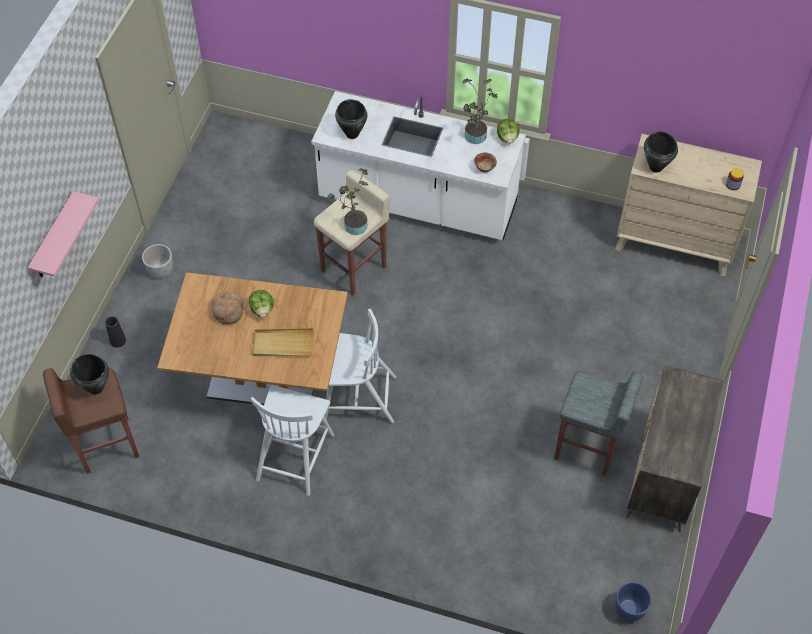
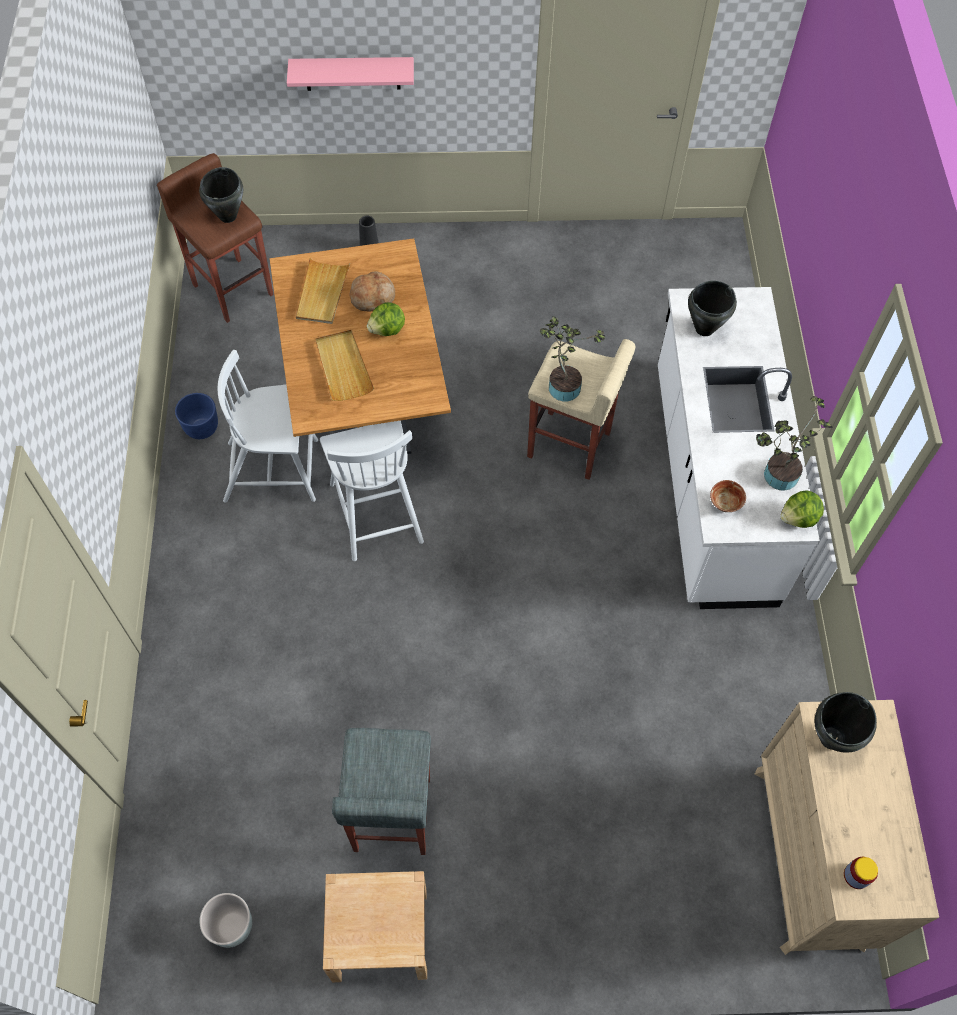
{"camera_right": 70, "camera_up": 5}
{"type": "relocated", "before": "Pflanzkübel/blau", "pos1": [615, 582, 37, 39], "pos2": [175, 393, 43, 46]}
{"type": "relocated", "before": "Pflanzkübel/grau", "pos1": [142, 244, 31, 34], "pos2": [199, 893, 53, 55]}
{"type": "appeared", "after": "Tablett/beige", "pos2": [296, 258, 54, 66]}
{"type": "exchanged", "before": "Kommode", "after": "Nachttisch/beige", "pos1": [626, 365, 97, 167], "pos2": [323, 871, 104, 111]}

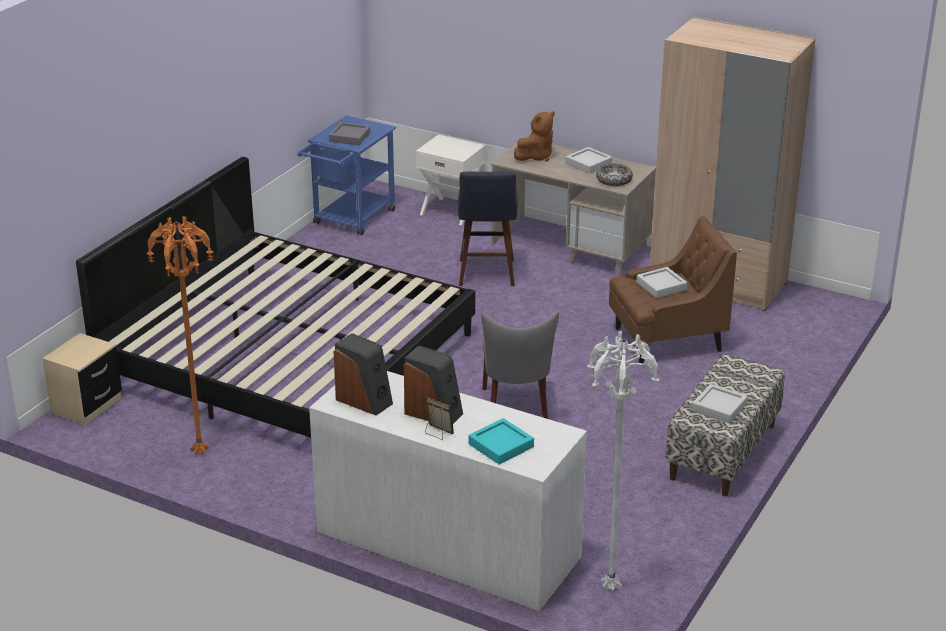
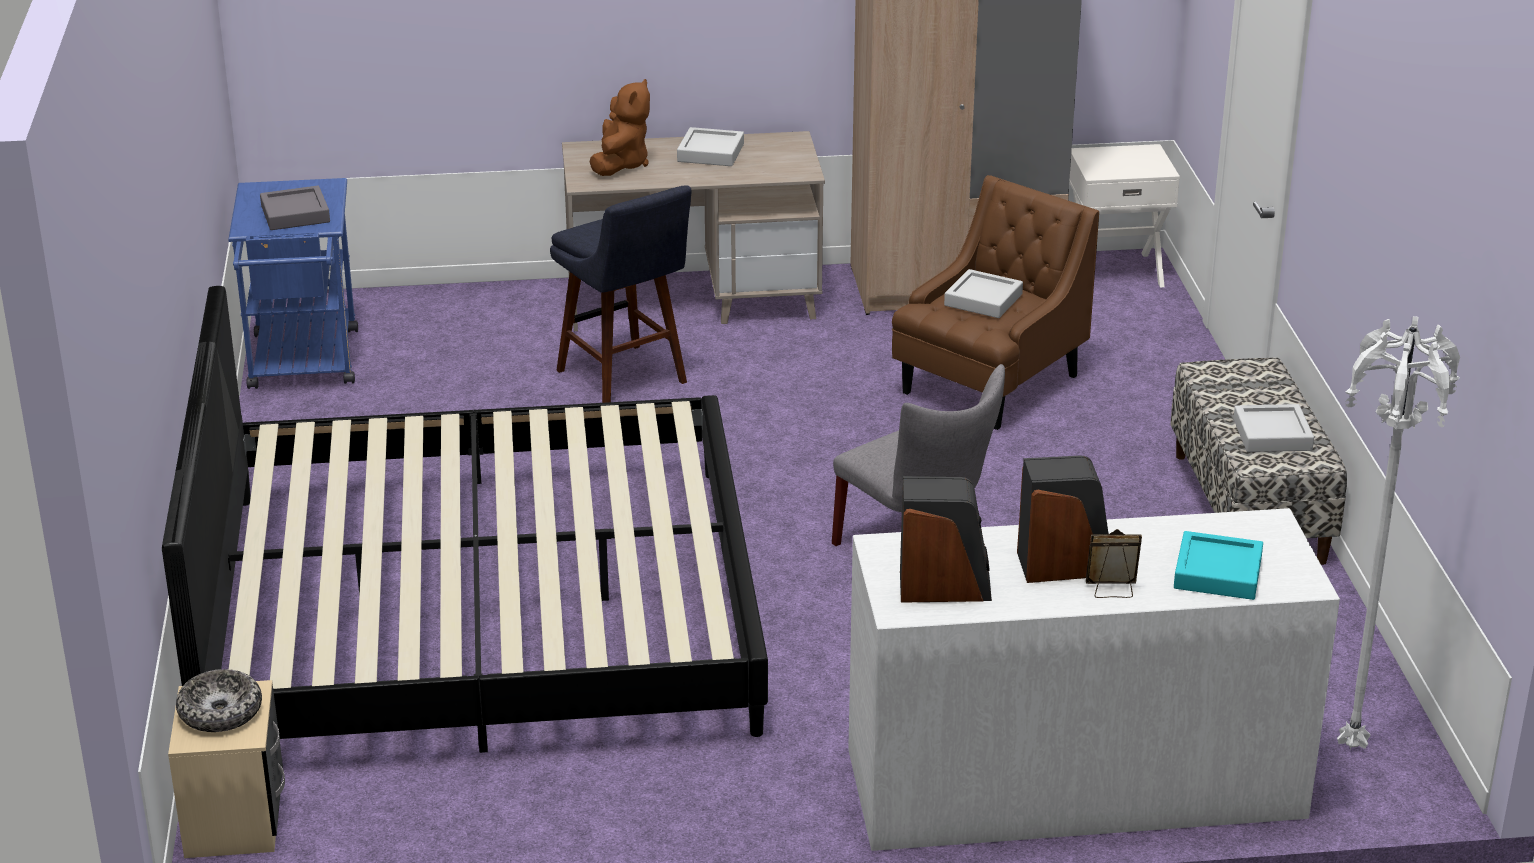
{"camera_right": -35, "camera_up": 0}
{"type": "relocated", "before": "Schüssel", "pos1": [596, 163, 37, 23], "pos2": [176, 669, 86, 63]}
{"type": "relocated", "before": "Nachttisch/weiß", "pos1": [416, 134, 70, 91], "pos2": [1069, 144, 111, 143]}
{"type": "missing", "before": "Stehlampe/orange", "pos1": [146, 216, 68, 239]}

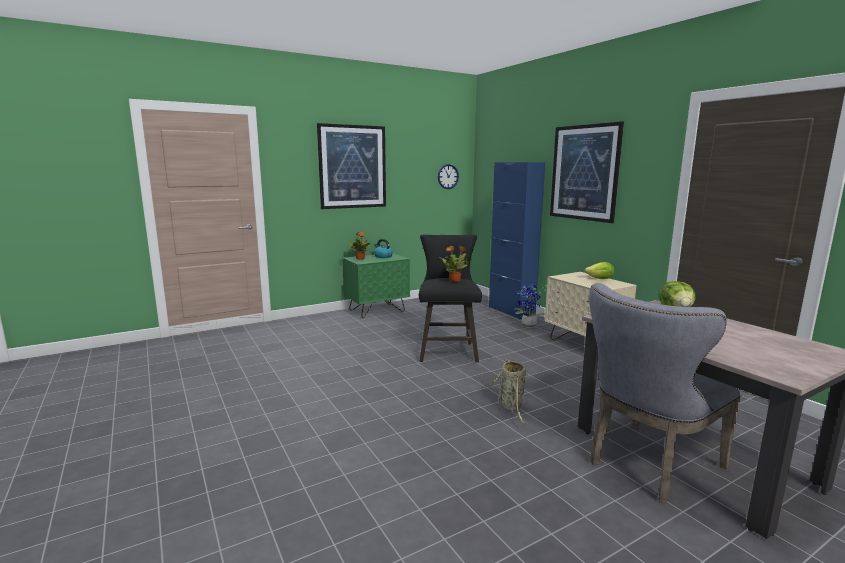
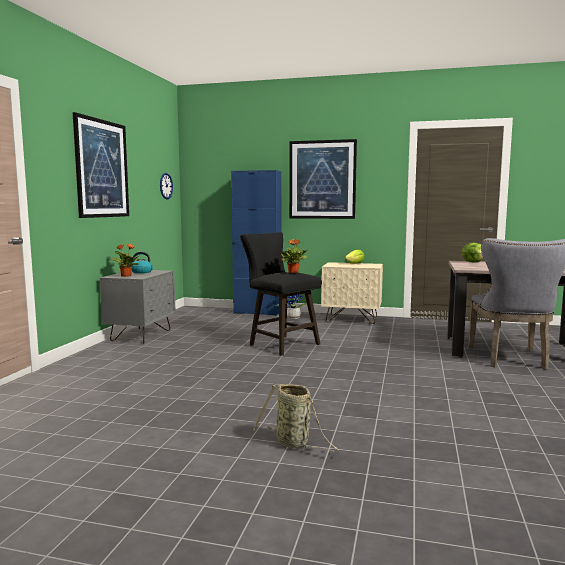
{"camera_right": -45, "camera_up": -5}
{"type": "colour", "before": "Nachttisch/grün", "after": "Nachttisch/grau", "pos1": [342, 253, 68, 65], "pos2": [100, 270, 76, 73]}
{"type": "relocated", "before": "Korb", "pos1": [488, 359, 38, 65], "pos2": [253, 384, 87, 68]}

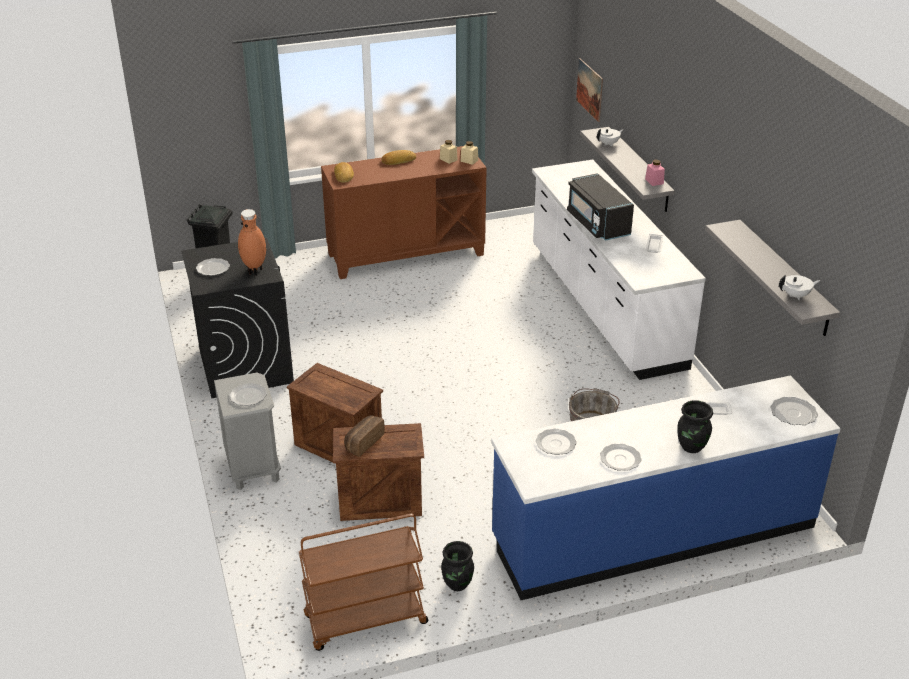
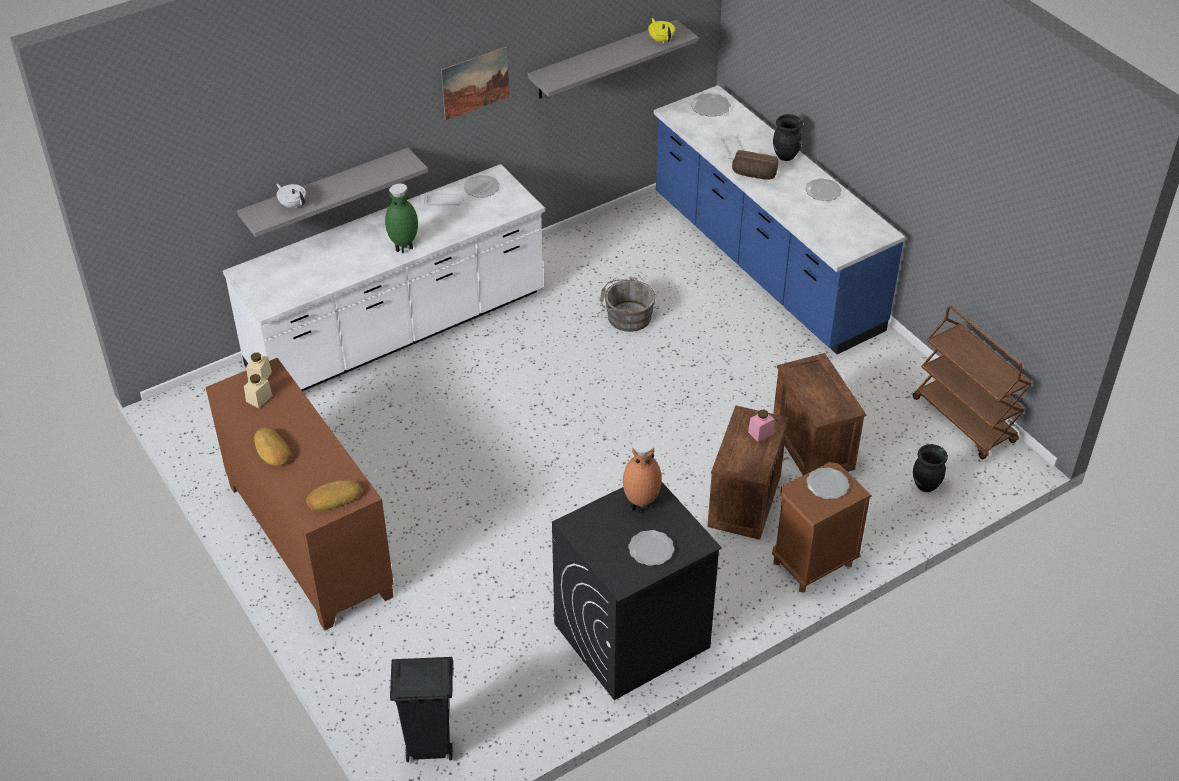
{"camera_right": -105, "camera_up": 10}
{"type": "exchanged", "before": "Mikrowelle/schwarz", "after": "Vase/grün", "pos1": [567, 173, 67, 68], "pos2": [385, 184, 33, 69]}
{"type": "relocated", "before": "Bild", "pos1": [576, 58, 27, 64], "pos2": [441, 46, 68, 74]}
{"type": "relocated", "before": "Teller", "pos1": [536, 429, 41, 26], "pos2": [464, 175, 36, 22]}
{"type": "colour", "before": "Teekanne/weiß", "after": "Teekanne/gelb", "pos1": [779, 275, 41, 25], "pos2": [648, 18, 27, 25]}
{"type": "relocated", "before": "Brot", "pos1": [344, 415, 41, 42], "pos2": [732, 150, 46, 30]}
{"type": "relocated", "before": "Vorratsglas/rosa", "pos1": [645, 160, 20, 26], "pos2": [748, 409, 27, 33]}
{"type": "colour", "before": "Nachttisch/grau", "after": "Nachttisch/braun", "pos1": [214, 373, 67, 117], "pos2": [772, 462, 100, 131]}
{"type": "relocated", "before": "Vase/schwarz", "pos1": [441, 541, 33, 50], "pos2": [913, 444, 35, 48]}

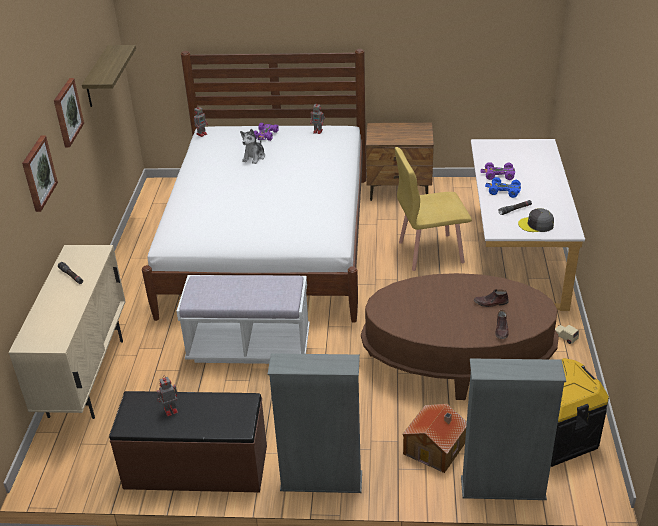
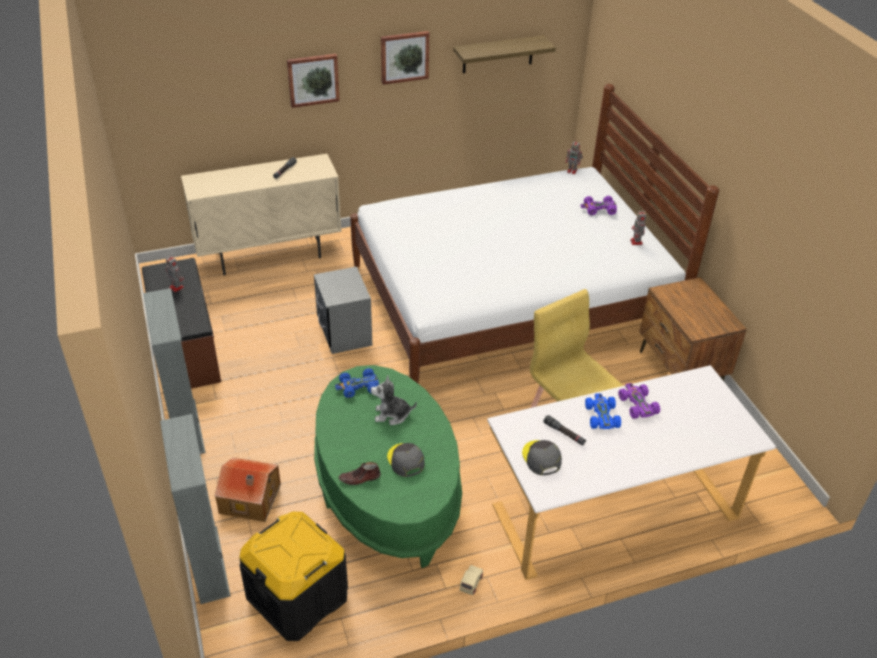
{"camera_right": 65, "camera_up": 5}
{"type": "exchanged", "before": "Bank/weiß", "after": "Nachttisch/grau", "pos1": [176, 275, 134, 89], "pos2": [314, 267, 58, 87]}
{"type": "colour", "before": "Couchtisch/braun", "after": "Couchtisch/grün", "pos1": [361, 273, 198, 127], "pos2": [314, 365, 148, 203]}
{"type": "appeared", "after": "Spielzeugauto/blau", "pos2": [335, 368, 44, 30]}
{"type": "relocated", "before": "Plüschtier", "pos1": [240, 129, 25, 35], "pos2": [371, 375, 46, 50]}
{"type": "exchanged", "before": "Schuh/braun", "after": "Kappe/grau", "pos1": [474, 289, 35, 18], "pos2": [387, 443, 38, 34]}

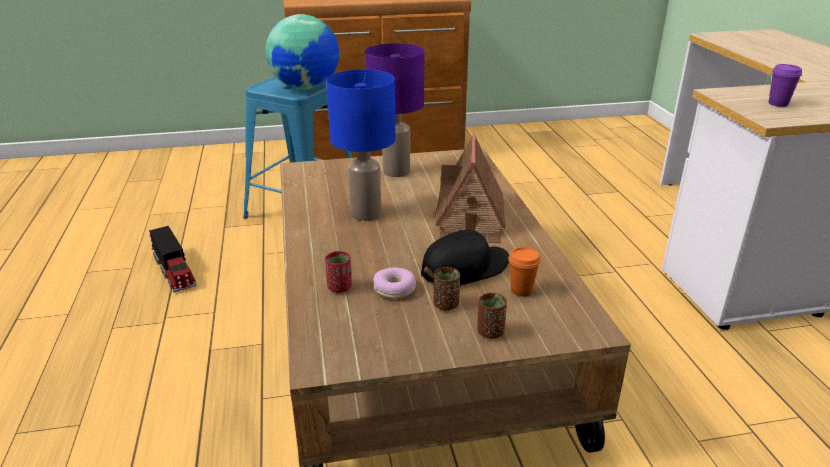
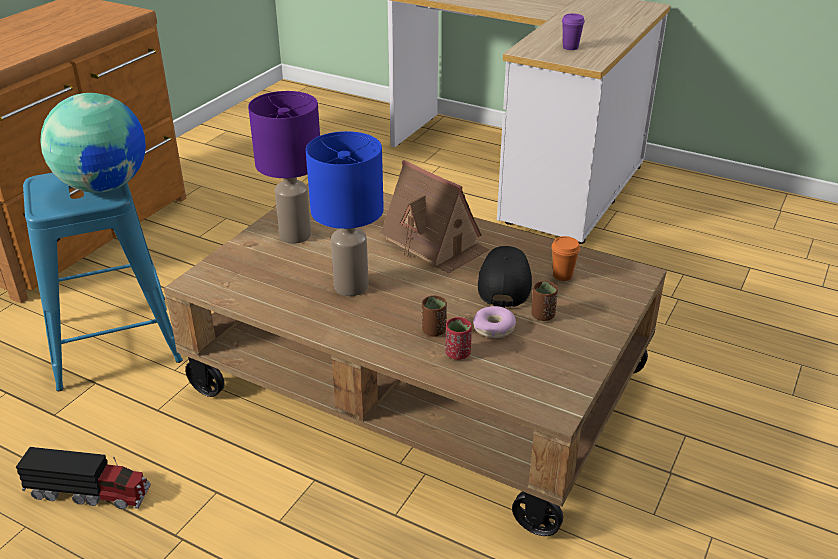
{"camera_right": -50, "camera_up": 5}
{"type": "relocated", "before": "Tasse/braun", "pos1": [477, 293, 30, 46], "pos2": [422, 295, 25, 41]}

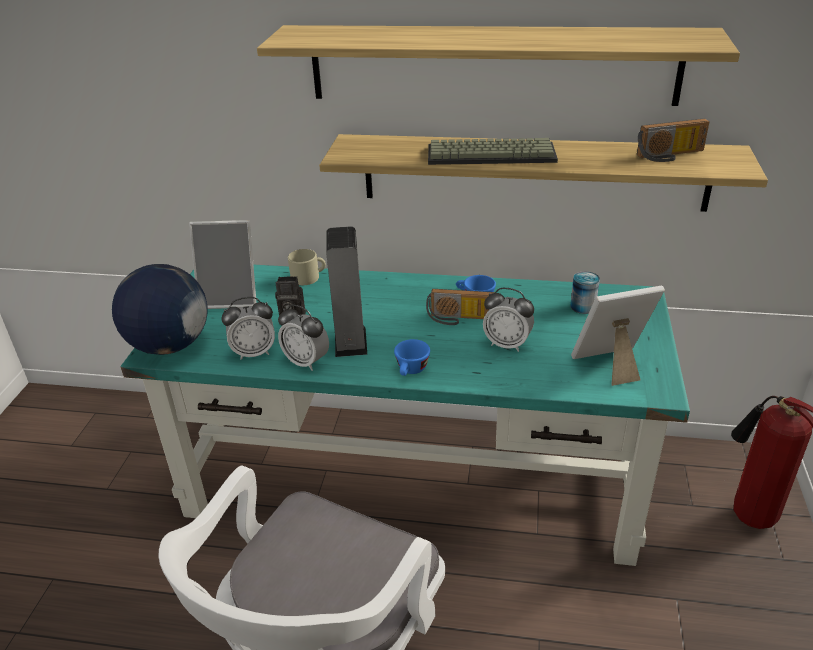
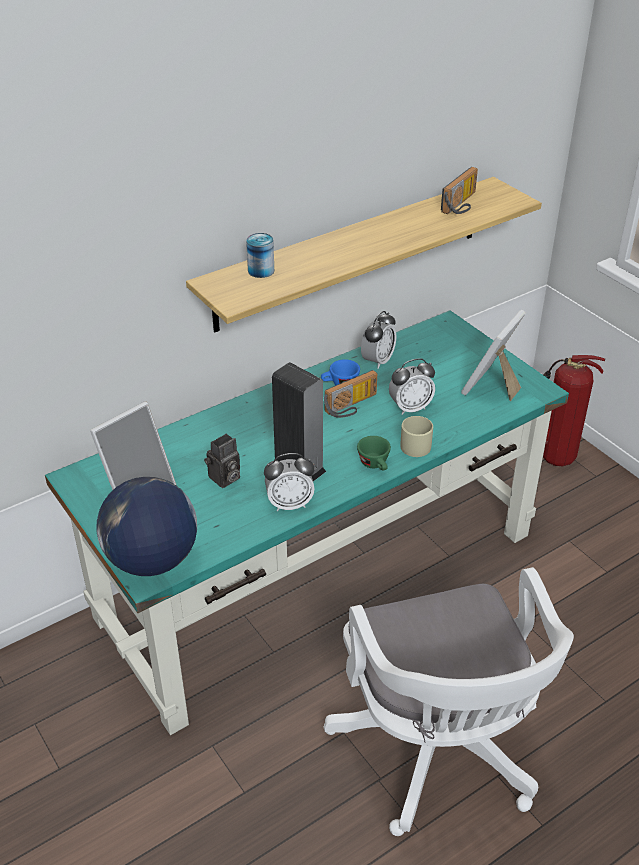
{"camera_right": -45, "camera_up": 5}
{"type": "relocated", "before": "Dose", "pos1": [570, 271, 30, 43], "pos2": [246, 233, 28, 45]}
{"type": "colour", "before": "Tasse/blau", "after": "Tasse/grün", "pos1": [394, 339, 36, 37], "pos2": [357, 436, 34, 34]}
{"type": "relocated", "before": "Wecker", "pos1": [222, 297, 53, 63], "pos2": [361, 311, 35, 58]}
{"type": "relocated", "before": "Henkelbecher/beige", "pos1": [288, 249, 38, 36], "pos2": [400, 416, 33, 41]}
{"type": "missing", "before": "Wandregal", "pos1": [257, 25, 483, 81]}
{"type": "missing", "before": "Tastatur", "pos1": [428, 138, 130, 27]}

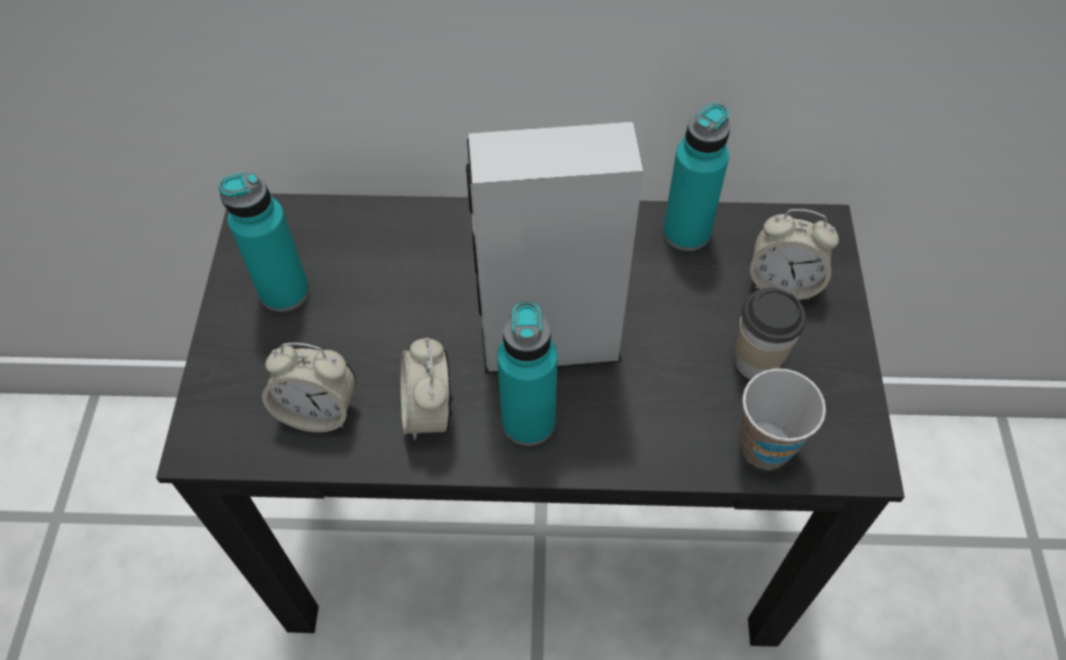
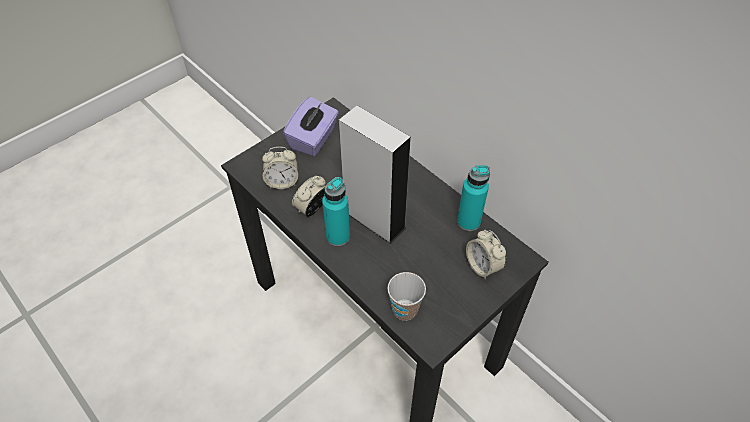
{"camera_right": 45, "camera_up": -5}
{"type": "spun", "before": "Wecker", "pos1": [262, 343, 94, 90], "pos2": [262, 147, 36, 42], "turn": -60}
{"type": "exchanged", "before": "Flasche/türkis", "after": "Taschentuchbox/lila", "pos1": [218, 172, 91, 140], "pos2": [283, 97, 56, 60]}
{"type": "missing", "before": "Tasse", "pos1": [735, 287, 71, 93]}

